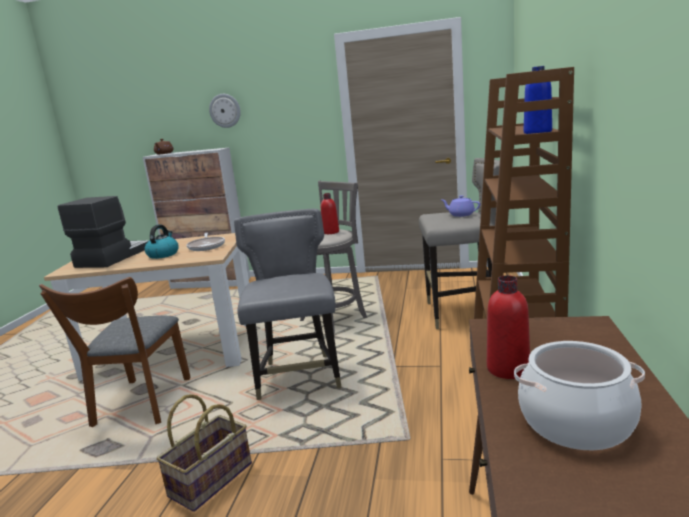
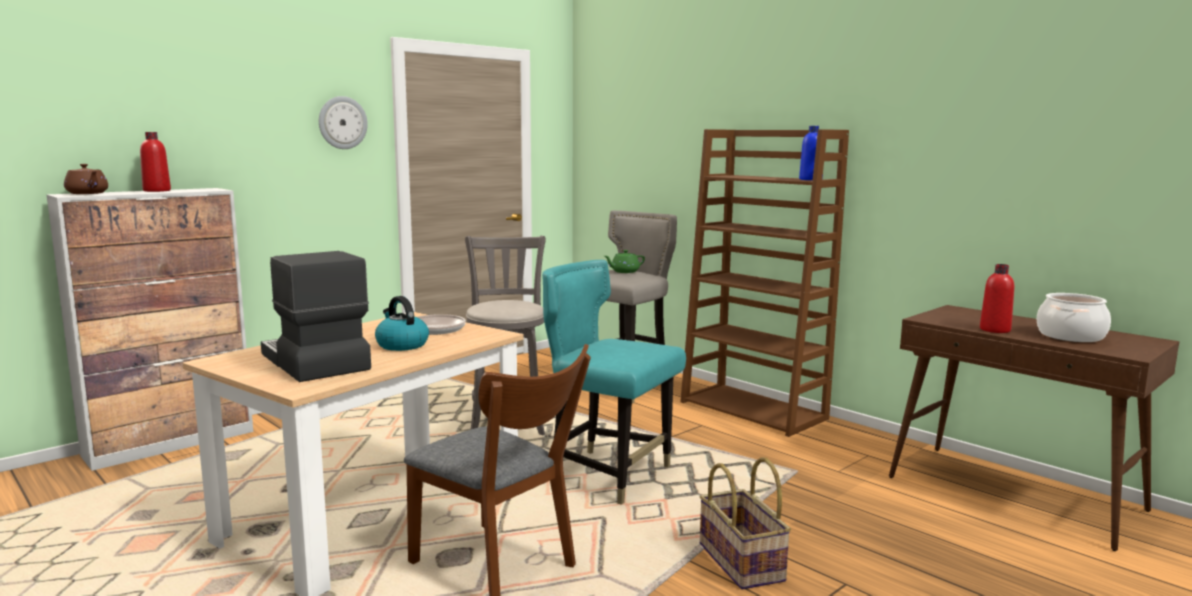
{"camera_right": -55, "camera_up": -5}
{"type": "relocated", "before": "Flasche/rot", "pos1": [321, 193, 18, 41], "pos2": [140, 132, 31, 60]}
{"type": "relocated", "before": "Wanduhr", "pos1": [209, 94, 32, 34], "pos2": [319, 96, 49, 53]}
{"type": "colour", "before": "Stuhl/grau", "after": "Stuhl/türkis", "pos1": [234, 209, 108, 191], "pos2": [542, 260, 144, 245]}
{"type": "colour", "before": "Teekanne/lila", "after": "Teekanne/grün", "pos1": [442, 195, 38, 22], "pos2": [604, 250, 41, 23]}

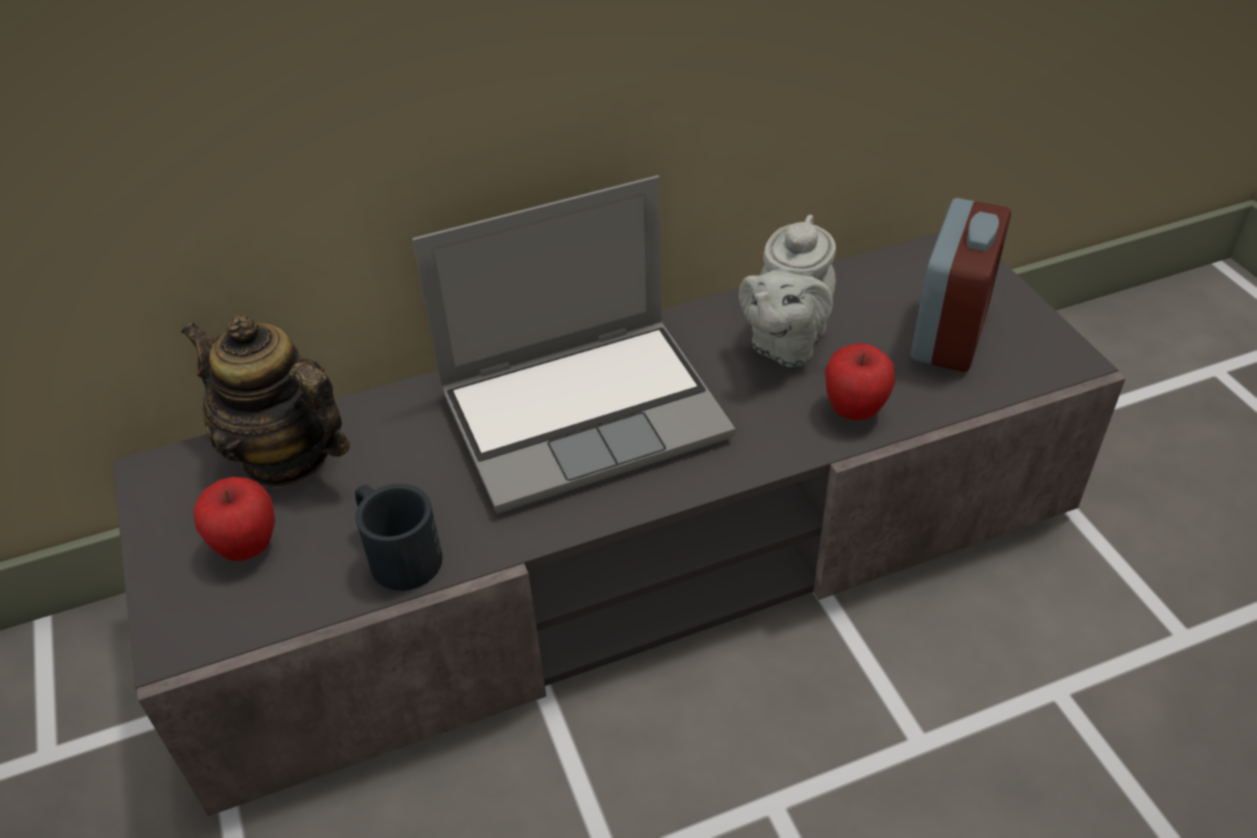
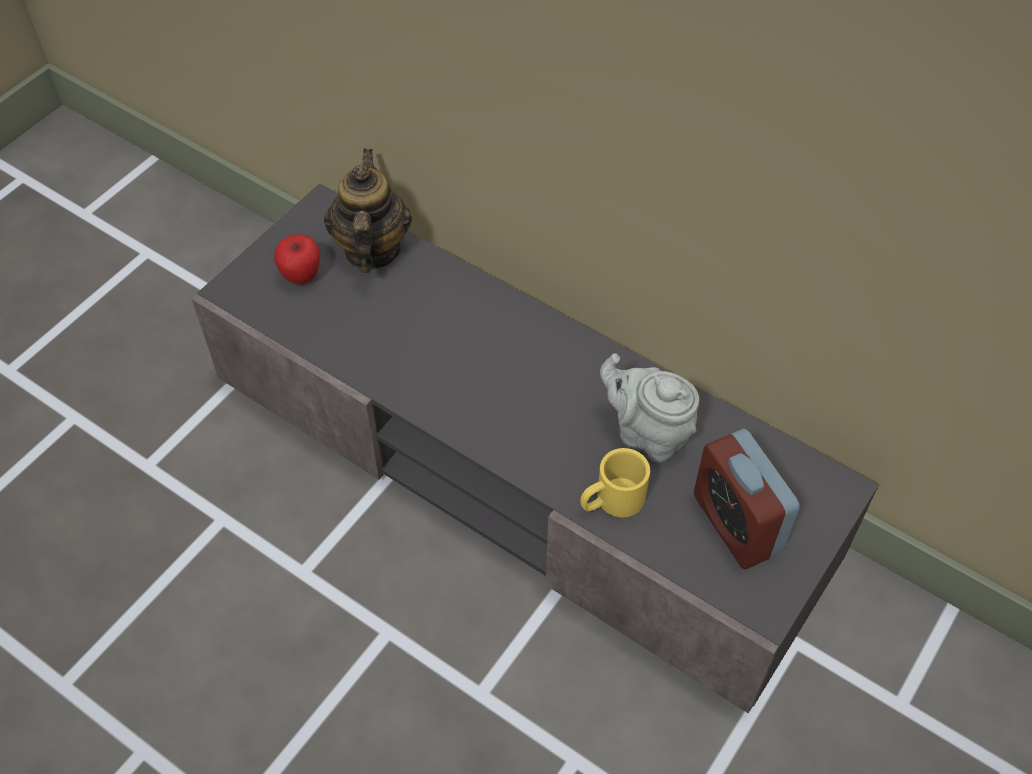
{"camera_right": 55, "camera_up": 10}
{"type": "exchanged", "before": "Apfel", "after": "Henkelbecher/gelb", "pos1": [825, 343, 71, 77], "pos2": [580, 448, 70, 69]}
{"type": "spun", "before": "Teekanne/grau", "pos1": [739, 215, 97, 152], "pos2": [600, 354, 99, 108], "turn": 45}
{"type": "spun", "before": "Wecker", "pos1": [911, 198, 100, 174], "pos2": [694, 429, 106, 140], "turn": 75}
{"type": "missing", "before": "Henkelbecher/schwarz", "pos1": [355, 484, 88, 107]}
{"type": "missing", "before": "Laptop", "pos1": [412, 176, 323, 337]}

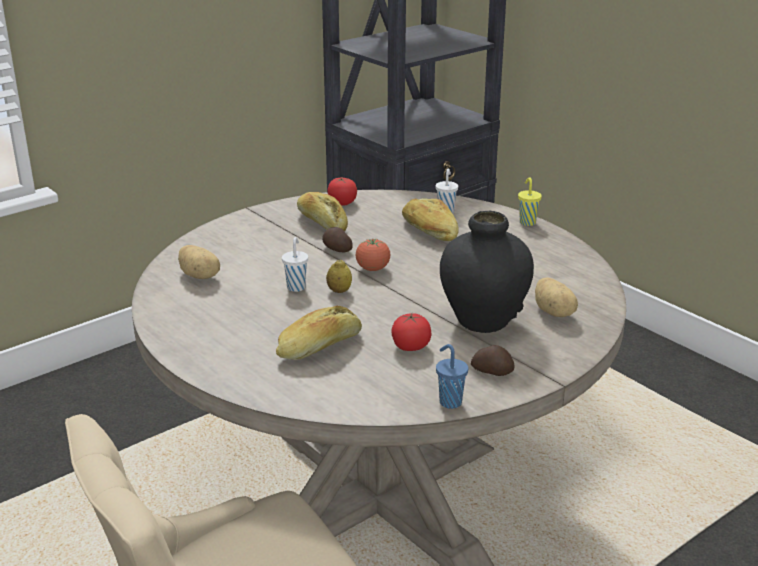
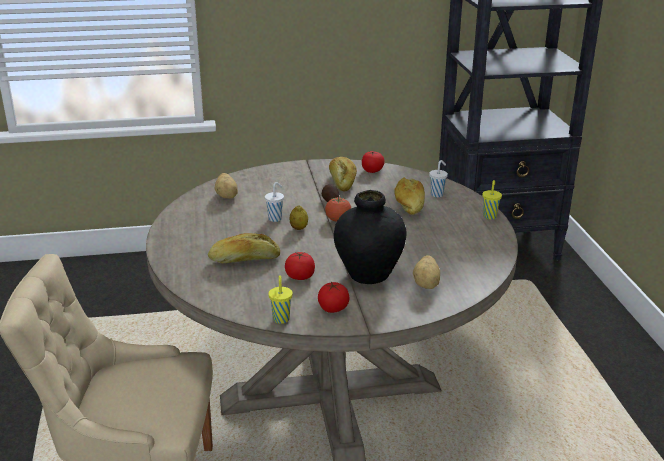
{"camera_right": 30, "camera_up": 0}
{"type": "colour", "before": "Tasse/blau", "after": "Tasse/gelb", "pos1": [436, 344, 32, 65], "pos2": [268, 275, 25, 49]}
{"type": "exchanged", "before": "Kartoffel", "after": "Tomate", "pos1": [471, 345, 44, 31], "pos2": [318, 282, 31, 31]}

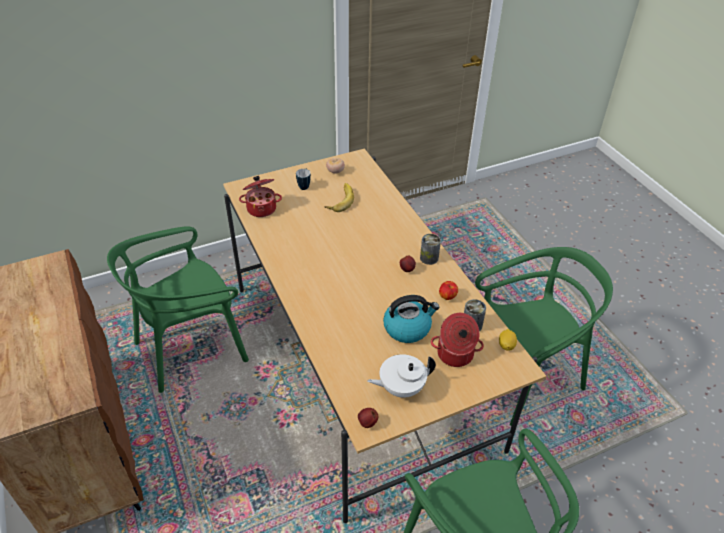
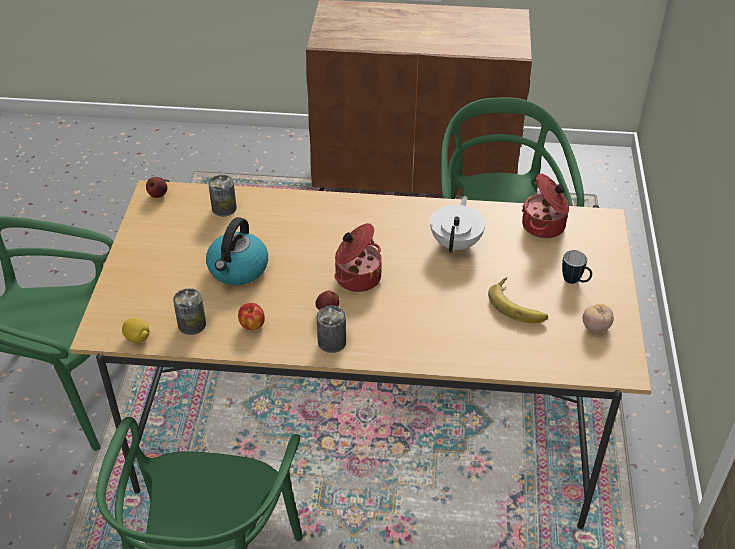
{"camera_right": 120, "camera_up": 0}
{"type": "appeared", "after": "Dose", "pos2": [208, 175, 29, 41]}
{"type": "relocated", "before": "Kochtopf", "pos1": [431, 313, 53, 54], "pos2": [334, 223, 48, 69]}
{"type": "relocated", "before": "Teekanne/weiß", "pos1": [367, 354, 69, 44], "pos2": [430, 196, 55, 57]}

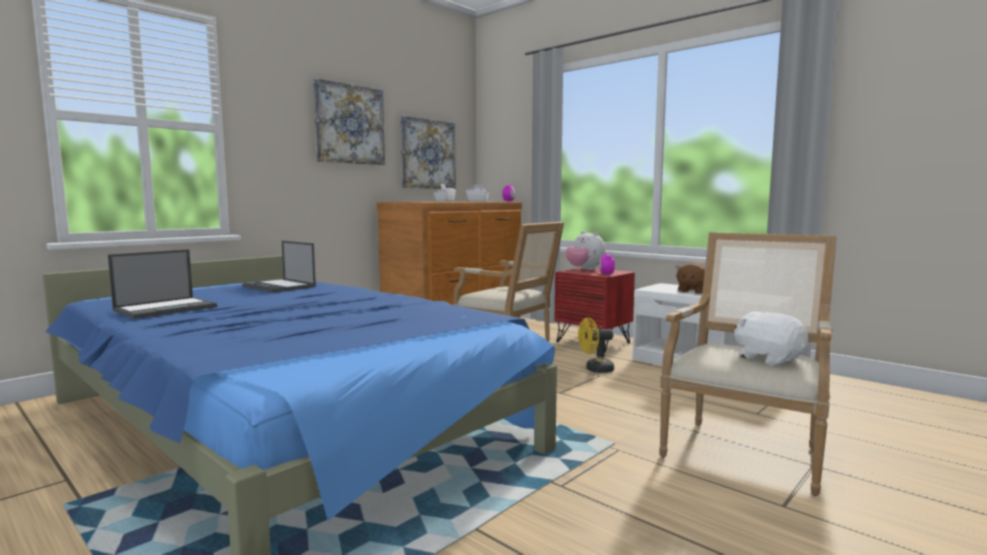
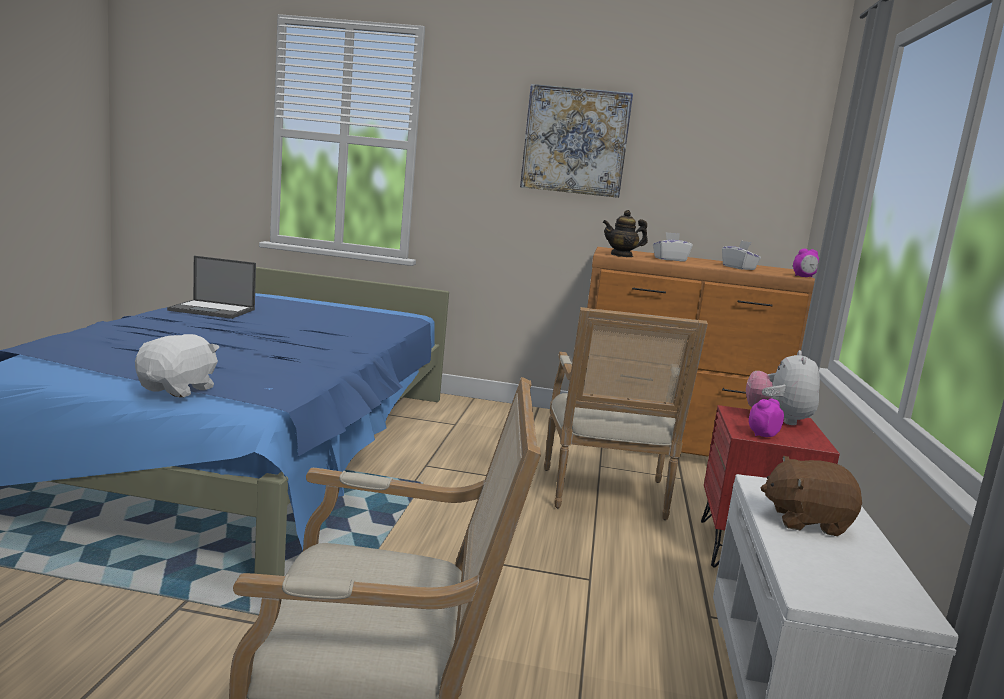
{"camera_right": 55, "camera_up": 5}
{"type": "relocated", "before": "Plüschtier/weiß", "pos1": [734, 311, 74, 55], "pos2": [135, 334, 84, 63]}
{"type": "appeared", "after": "Teekanne", "pos2": [603, 210, 45, 47]}
{"type": "missing", "before": "Laptop", "pos1": [242, 241, 74, 52]}
{"type": "missing", "before": "Bild", "pos1": [401, 116, 55, 73]}
{"type": "missing", "before": "Ventilator/gelb", "pos1": [578, 318, 36, 55]}

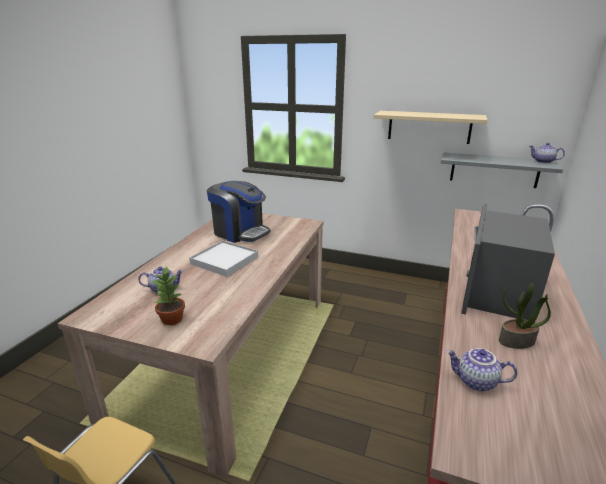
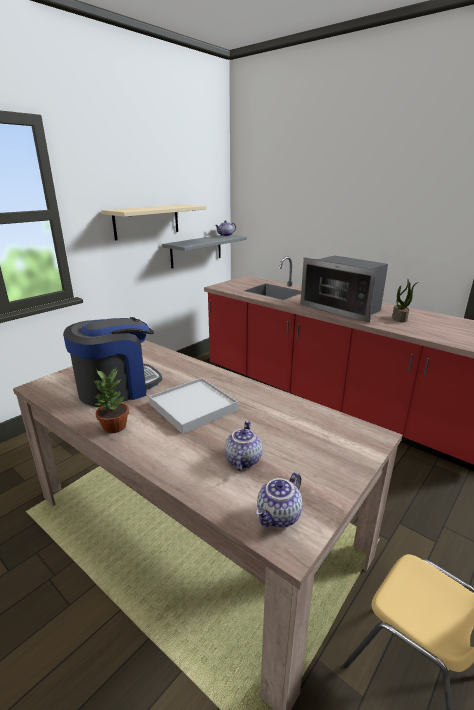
{"camera_right": -70, "camera_up": 0}
{"type": "relocated", "before": "Topfpflanze", "pos1": [154, 267, 31, 58], "pos2": [92, 369, 37, 64]}
{"type": "relocated", "before": "Teekanne", "pos1": [446, 348, 71, 44], "pos2": [256, 472, 47, 56]}

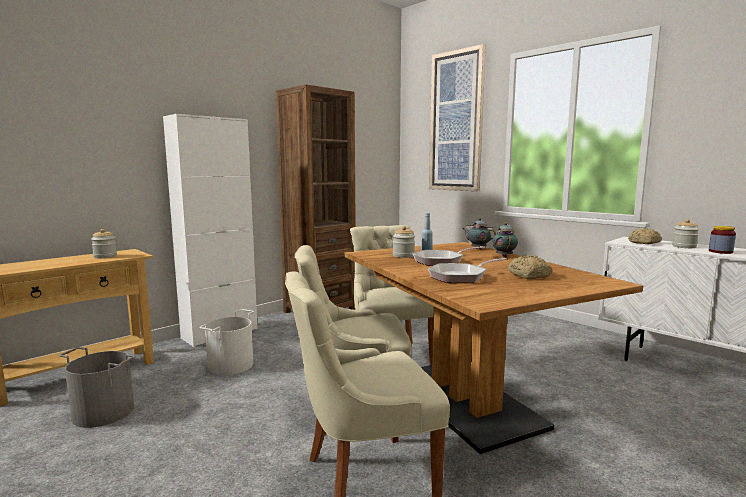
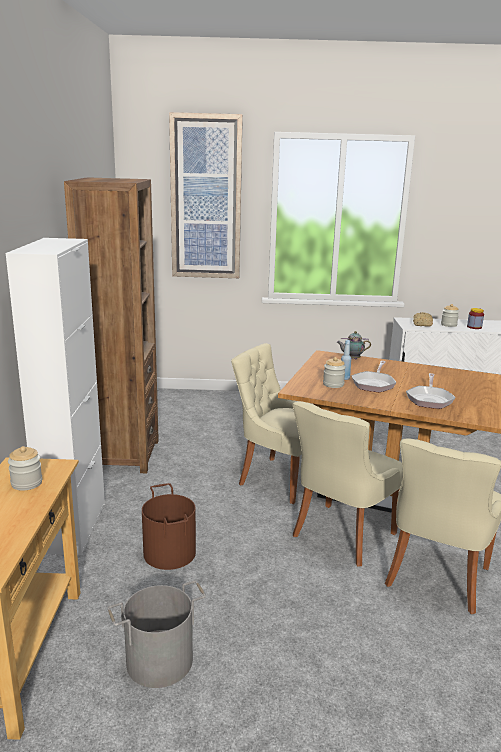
{"camera_right": -45, "camera_up": 10}
{"type": "colour", "before": "Eimer/weiß", "after": "Eimer/braun", "pos1": [199, 309, 55, 66], "pos2": [142, 483, 54, 87]}
{"type": "missing", "before": "Teekanne", "pos1": [492, 222, 26, 35]}
{"type": "missing", "before": "Brot", "pos1": [508, 255, 45, 24]}

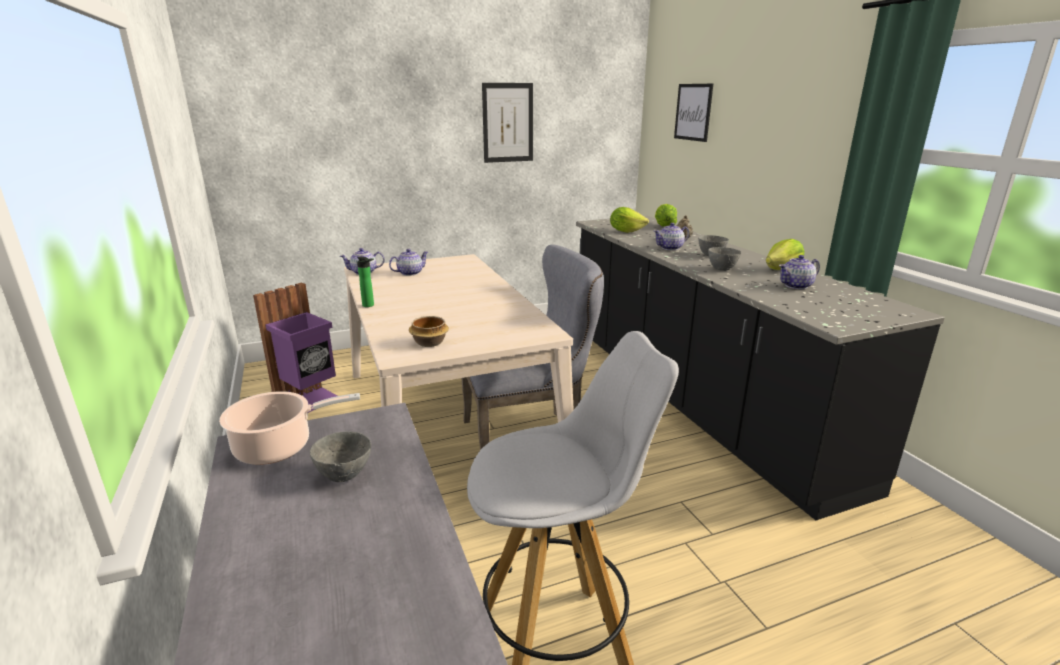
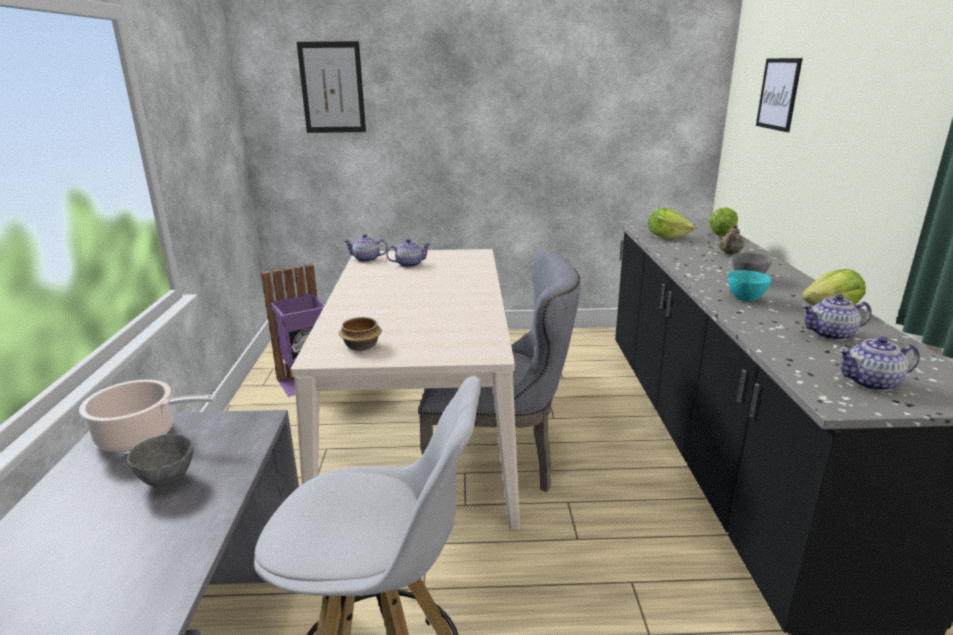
{"camera_right": 20, "camera_up": 0}
{"type": "relocated", "before": "Bild", "pos1": [482, 83, 51, 80], "pos2": [297, 41, 69, 92]}
{"type": "colour", "before": "Schüssel/grau", "after": "Schüssel/türkis", "pos1": [708, 247, 33, 24], "pos2": [728, 270, 44, 32]}
{"type": "relocated", "before": "Teekanne", "pos1": [654, 223, 35, 27], "pos2": [838, 336, 82, 56]}
{"type": "missing", "before": "Flasche", "pos1": [357, 256, 17, 51]}

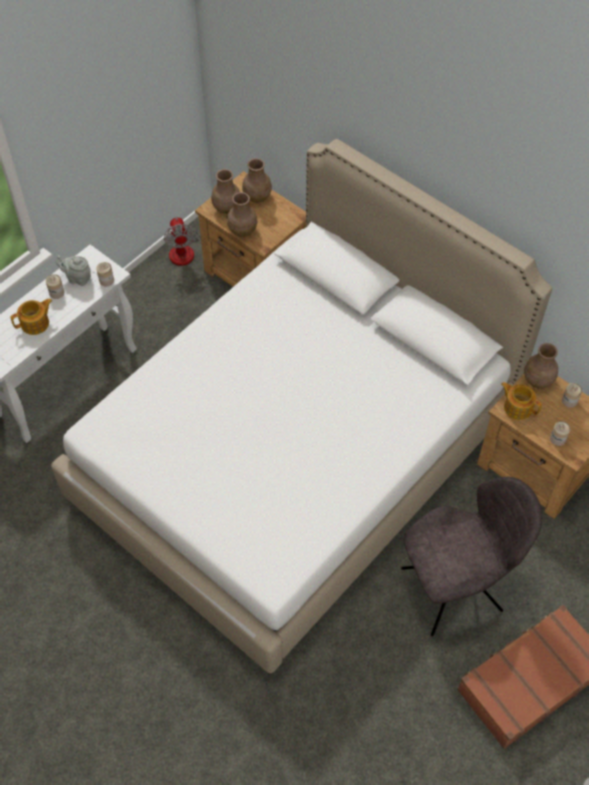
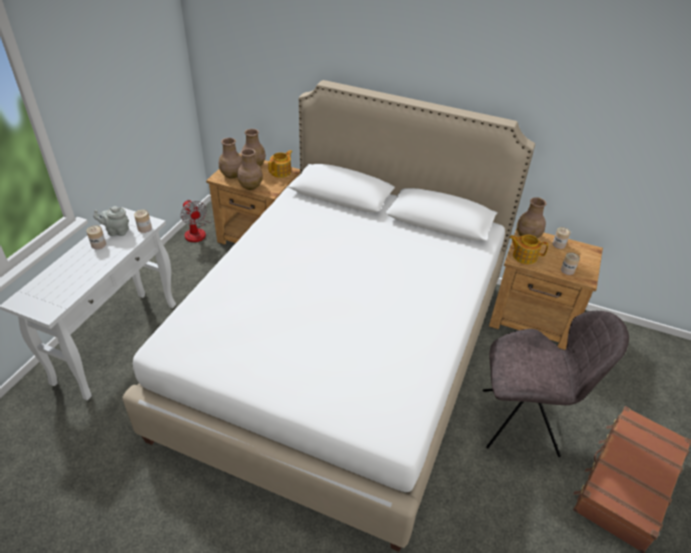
{"camera_right": -20, "camera_up": -15}
{"type": "relocated", "before": "Teekanne", "pos1": [10, 299, 42, 36], "pos2": [268, 150, 24, 28]}
{"type": "spun", "before": "Stuhl/grau", "pos1": [401, 477, 141, 159], "pos2": [482, 311, 147, 146], "turn": 45}

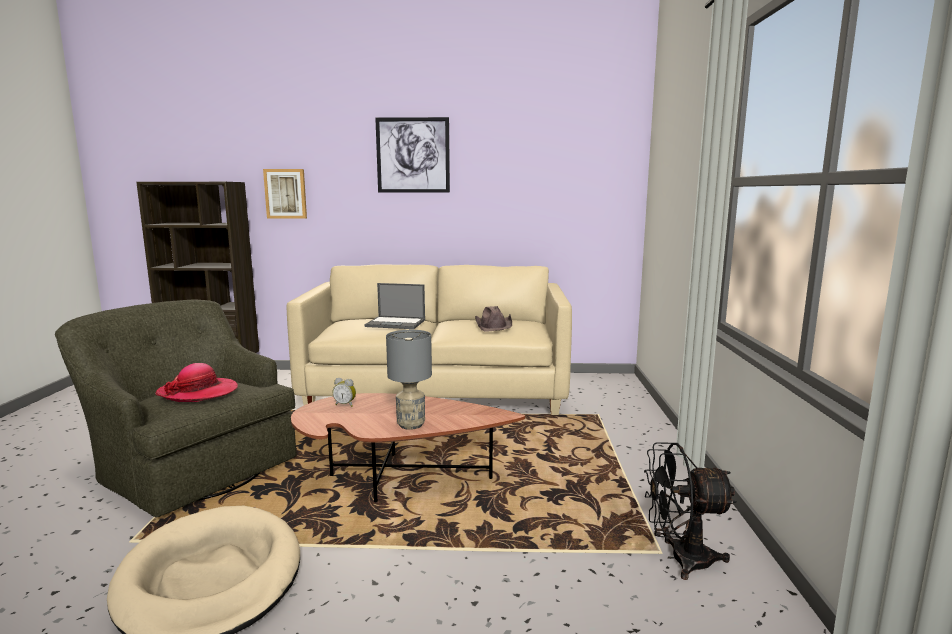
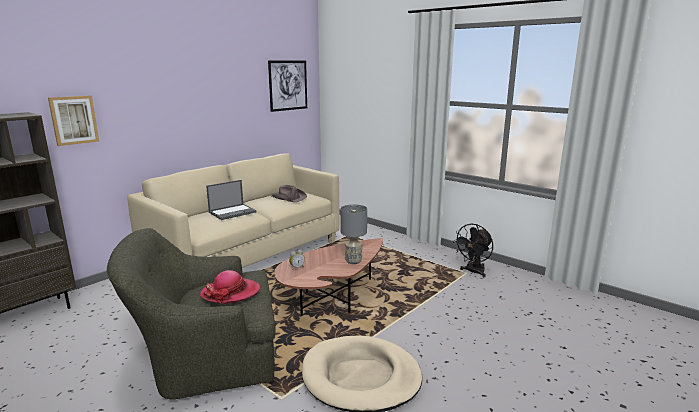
{"camera_right": -50, "camera_up": 5}
{"type": "relocated", "before": "Bild", "pos1": [375, 117, 75, 76], "pos2": [268, 60, 39, 52]}

